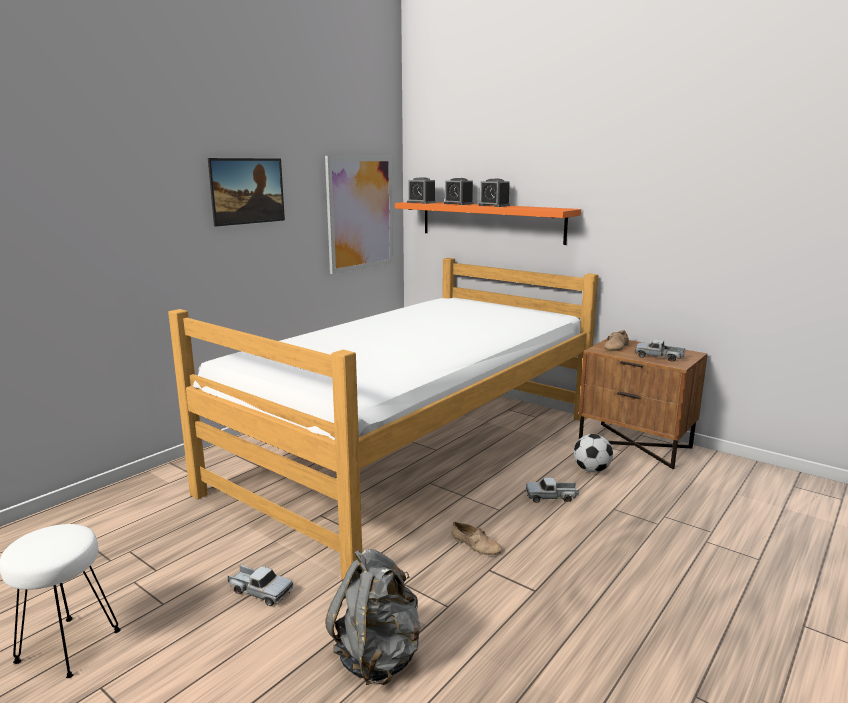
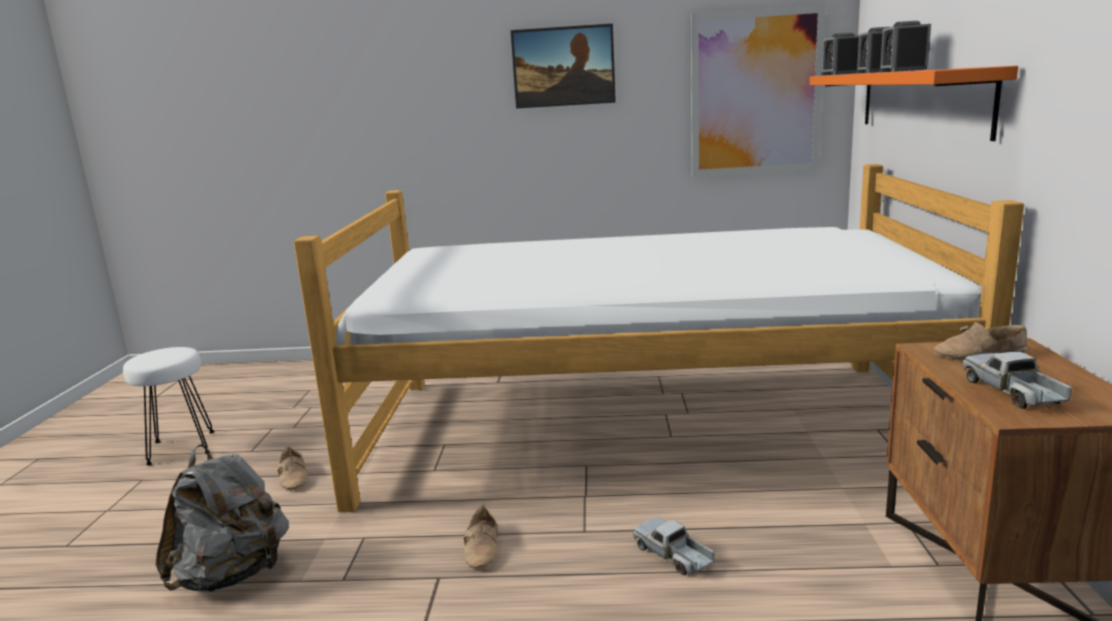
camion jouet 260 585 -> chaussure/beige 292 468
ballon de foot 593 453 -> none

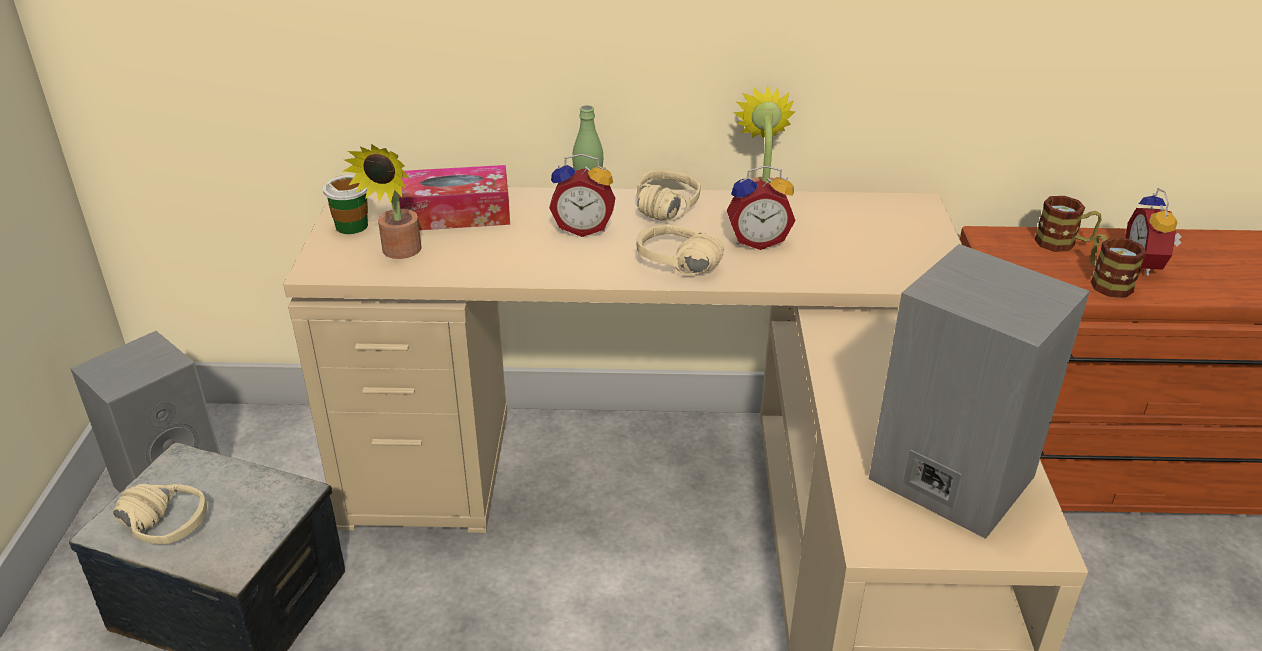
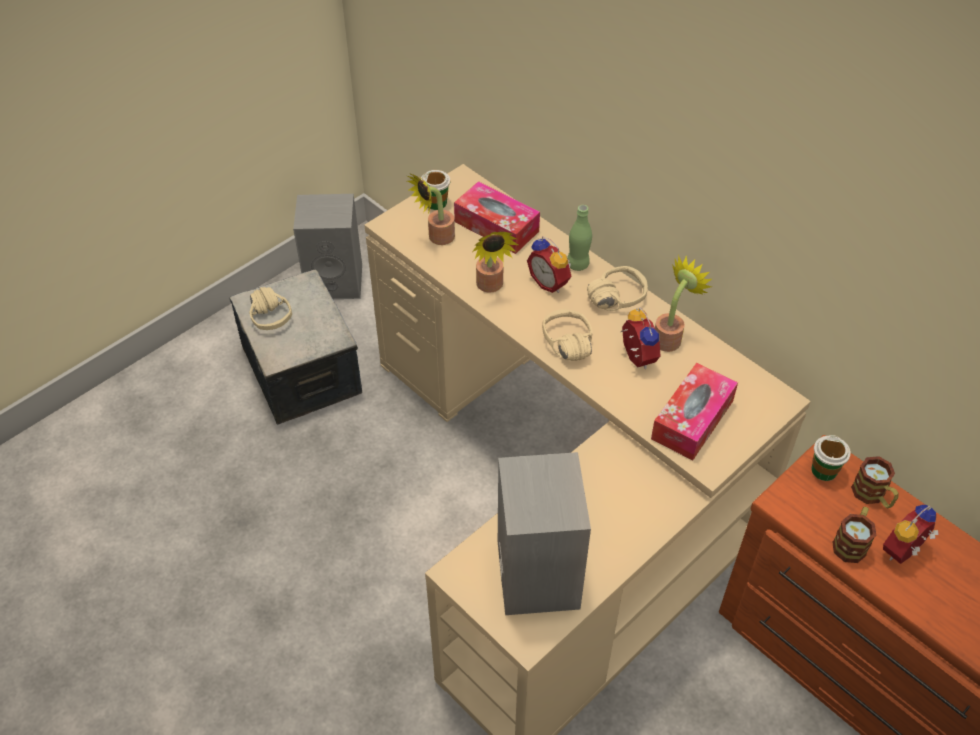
réveil 761 208 -> réveil 641 338, 150 degrees counterclockwise
none -> plante en pot 495 262
none -> boîte à mouchoirs 694 411
none -> tasse 831 458

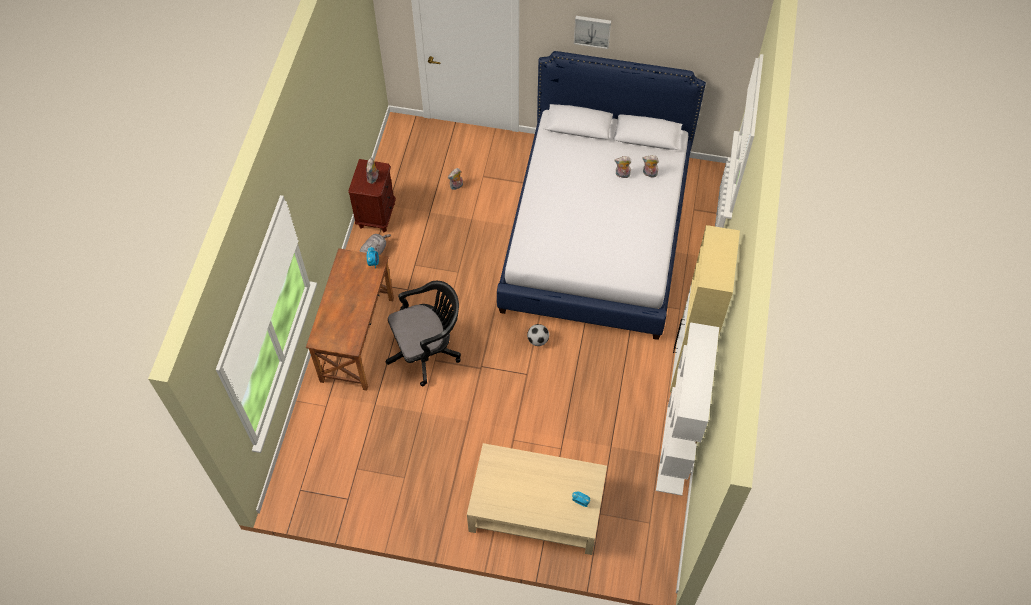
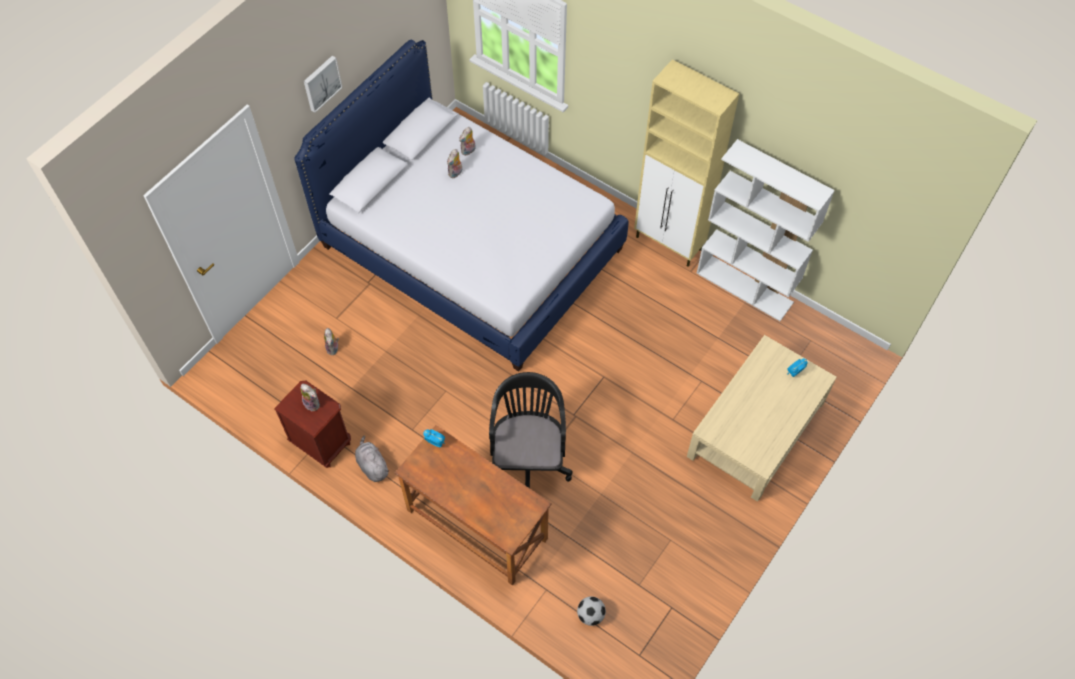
ballon de foot 538 335 -> ballon de foot 591 611, move

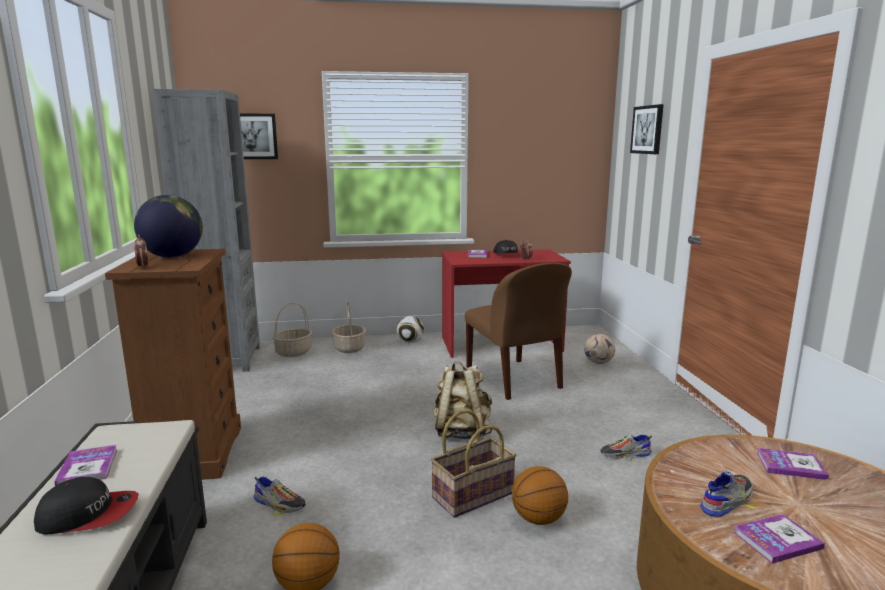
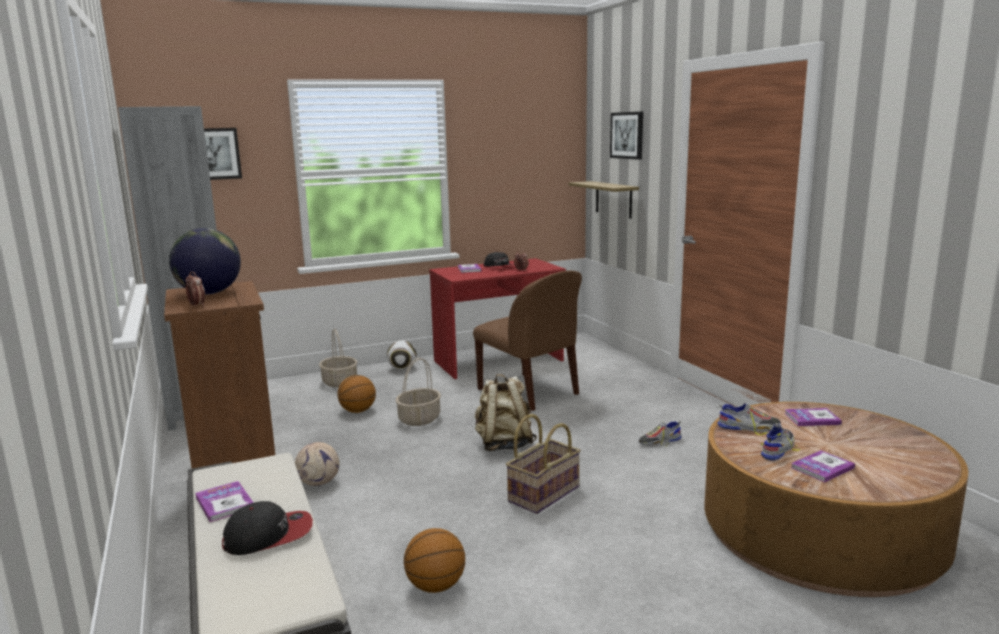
chaussure 280 496 -> chaussure 749 418, move
panier 292 330 -> panier 418 392, move
ballon de basket 540 495 -> ballon de basket 356 394, move
ballon de foot 599 349 -> ballon de foot 317 464, move
none -> étagère 604 200

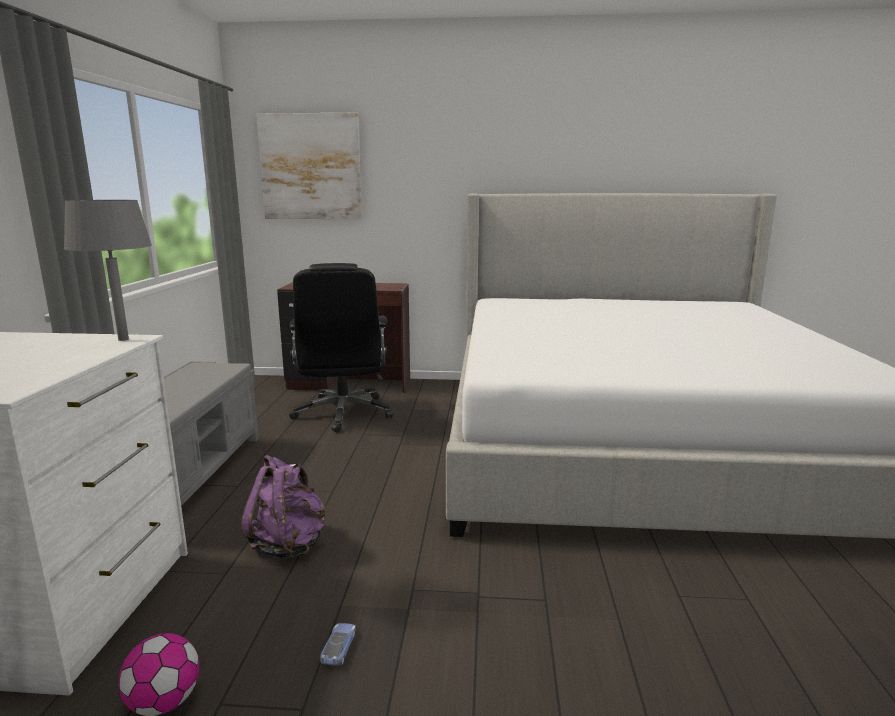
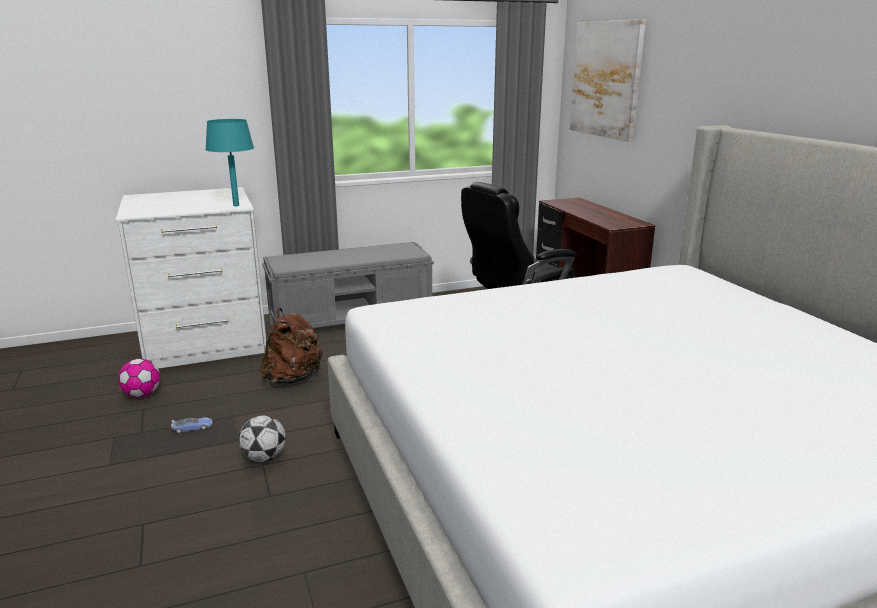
lampe de table/gris 108 270 -> lampe de table/turquoise 229 162
sac à dos/violet 283 506 -> sac à dos/marron 291 346
none -> ballon de foot 262 438

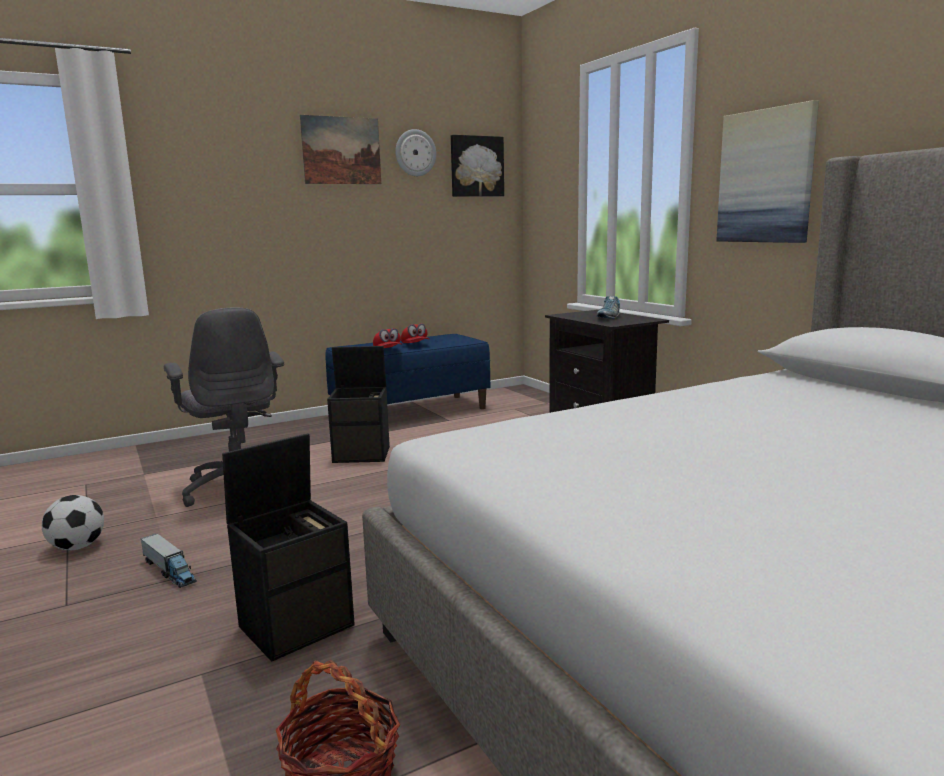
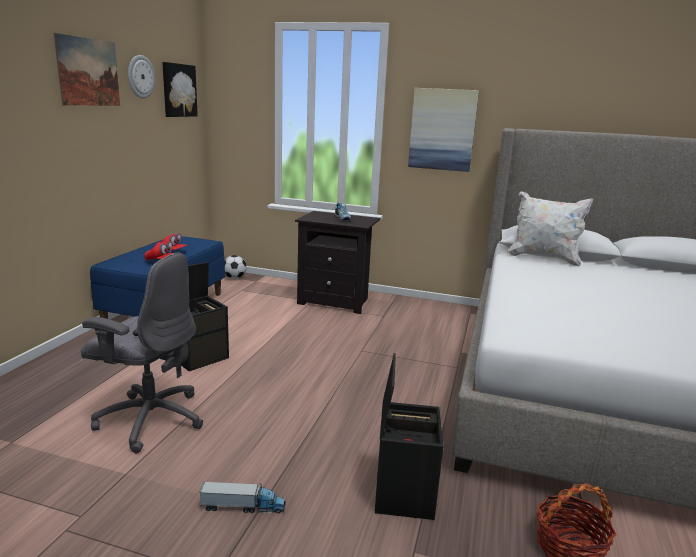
ballon de foot 73 522 -> ballon de foot 236 267, move
none -> coussin/blanc 550 229

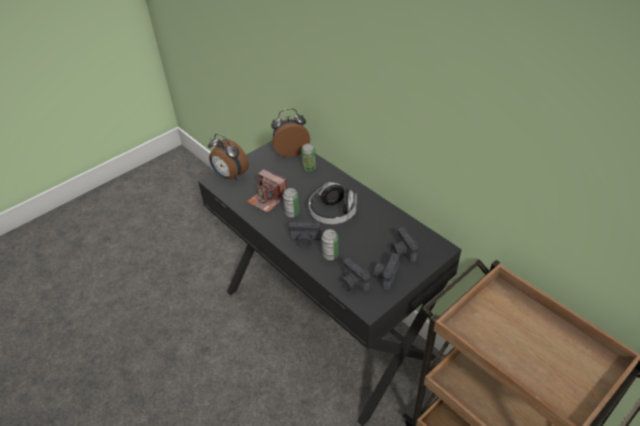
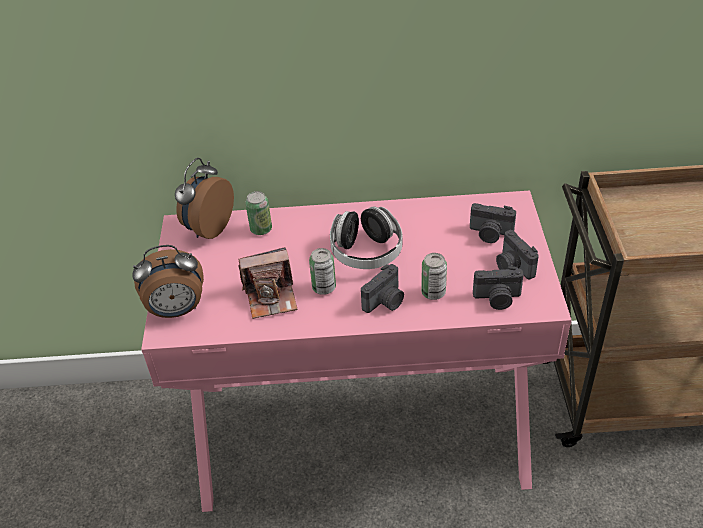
bureau/noir 330 283 -> bureau/rose 356 351

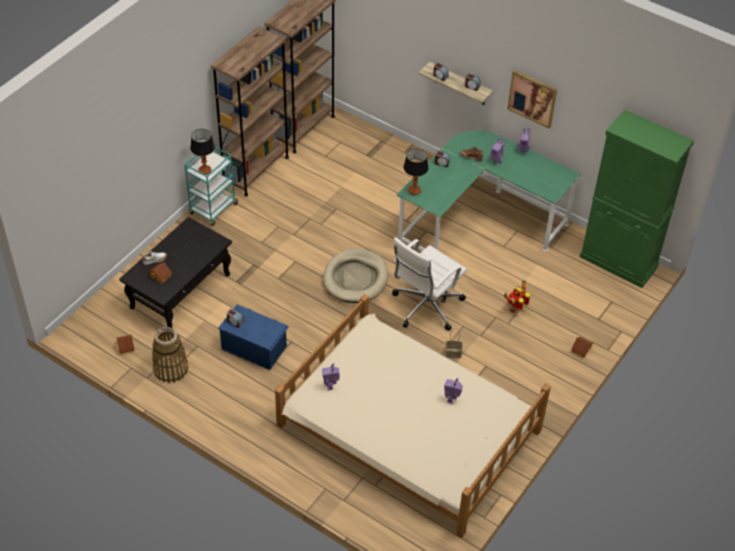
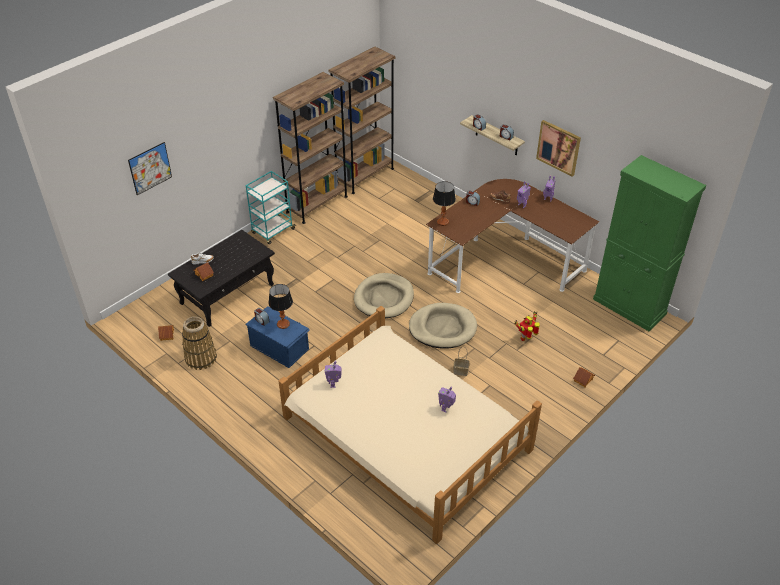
lampe de table 202 152 -> lampe de table 280 306, move
chaise de bureau/blanc 429 284 -> panier pour chien/beige 443 326
bureau/vert 489 190 -> bureau/marron 512 236
none -> tableau 150 168

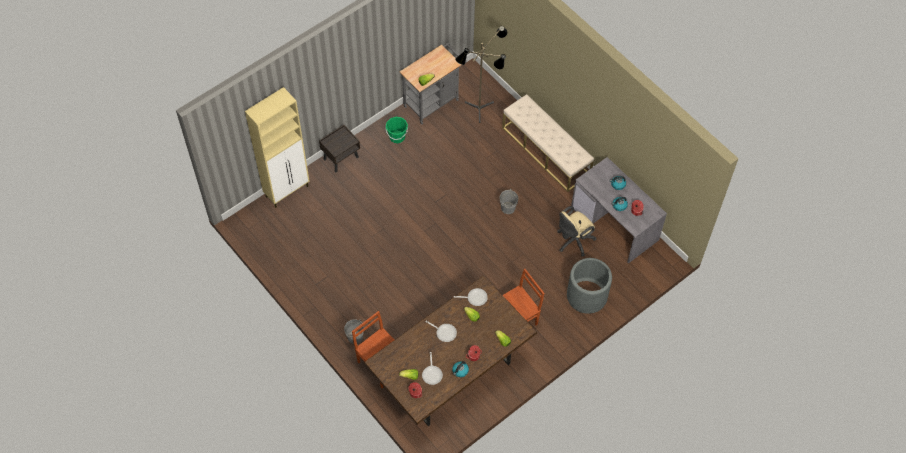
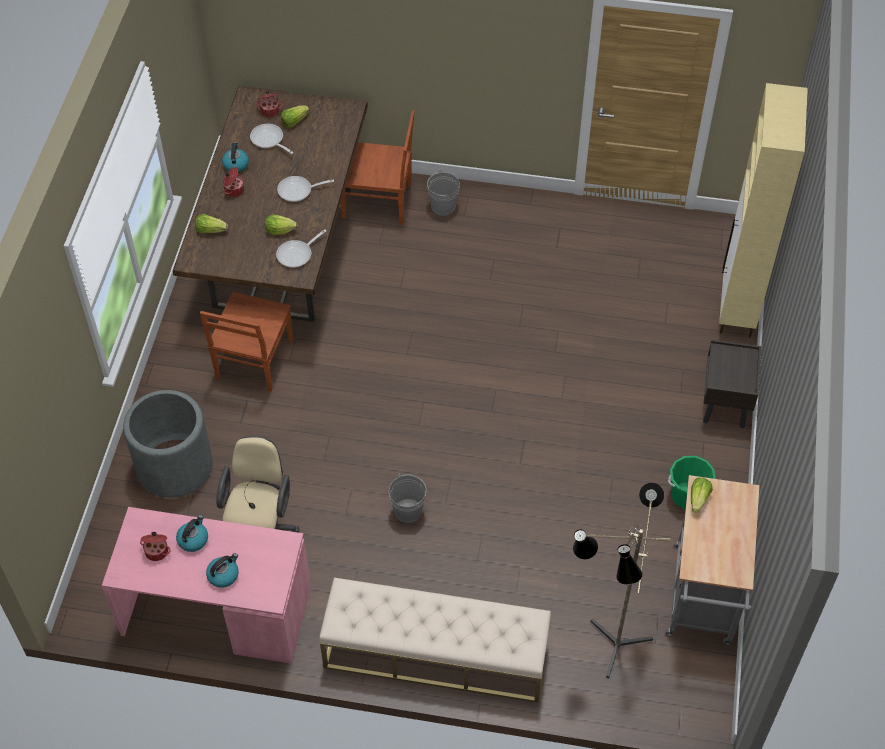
bureau/gris 619 210 -> bureau/rose 206 585

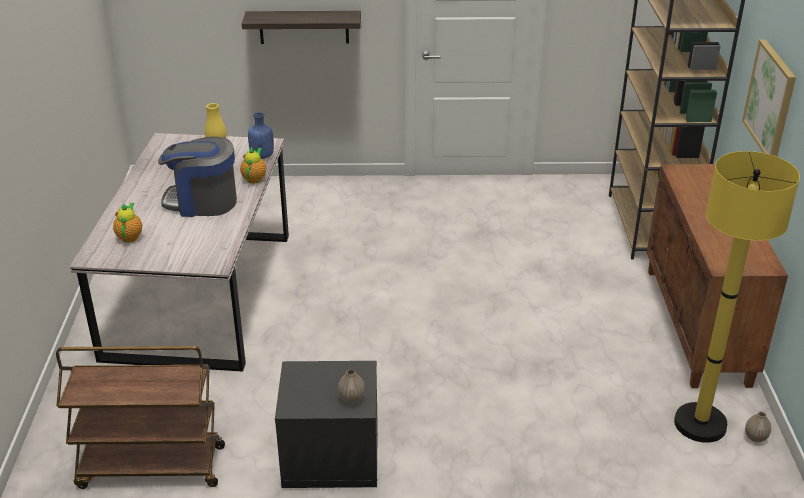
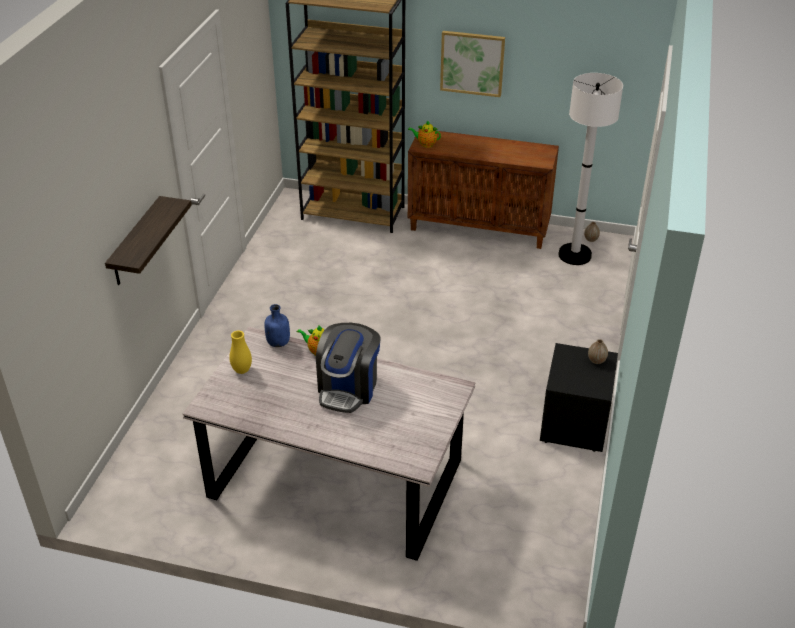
chariot/marron 140 417 -> none
théière 127 223 -> théière 424 133, move
lampadaire/jaune 737 297 -> lampadaire/blanc 590 169

